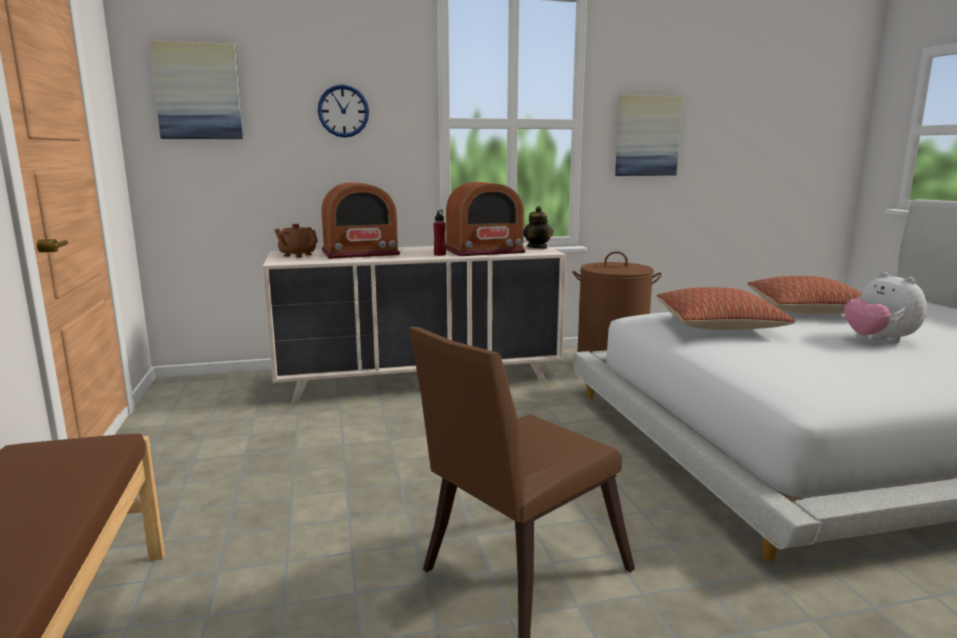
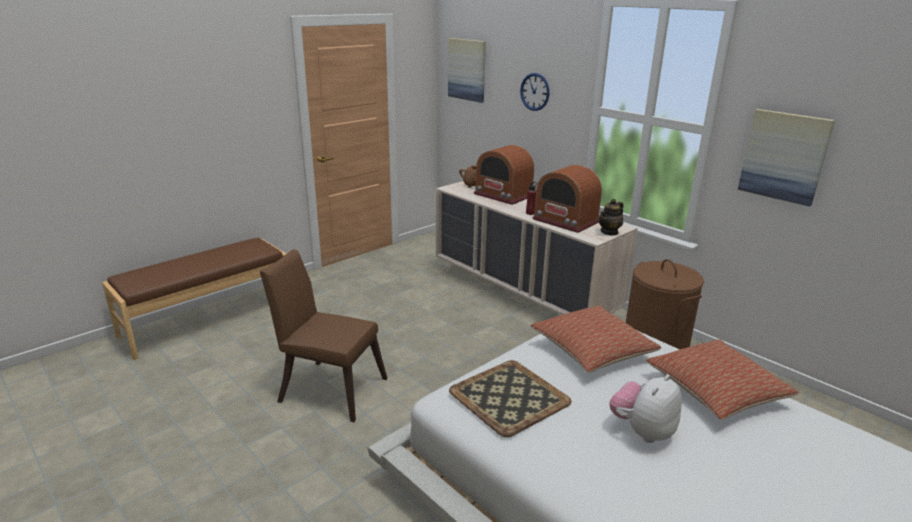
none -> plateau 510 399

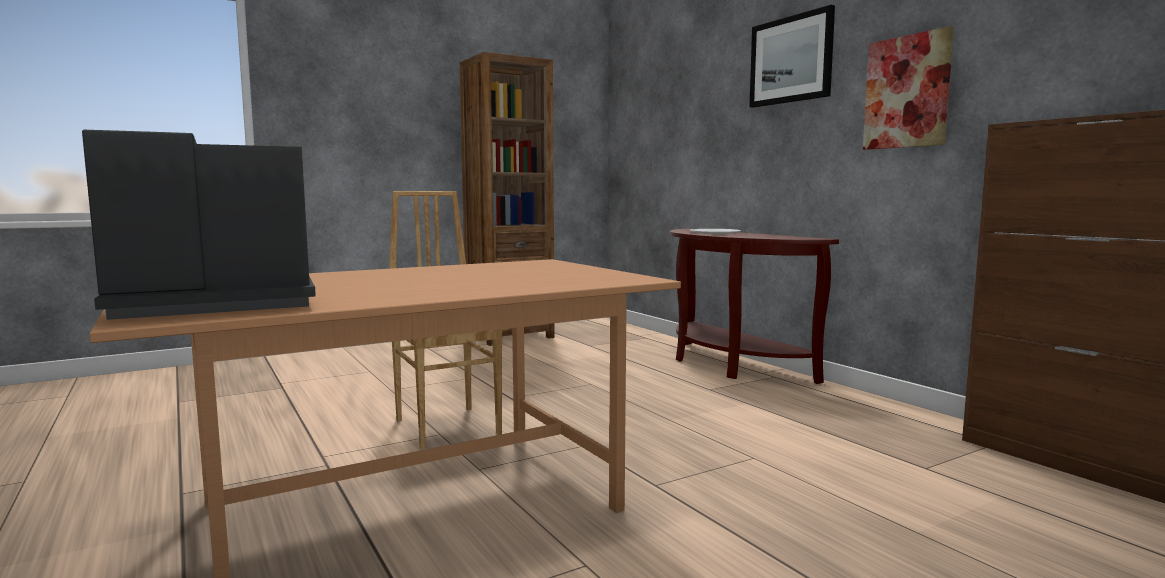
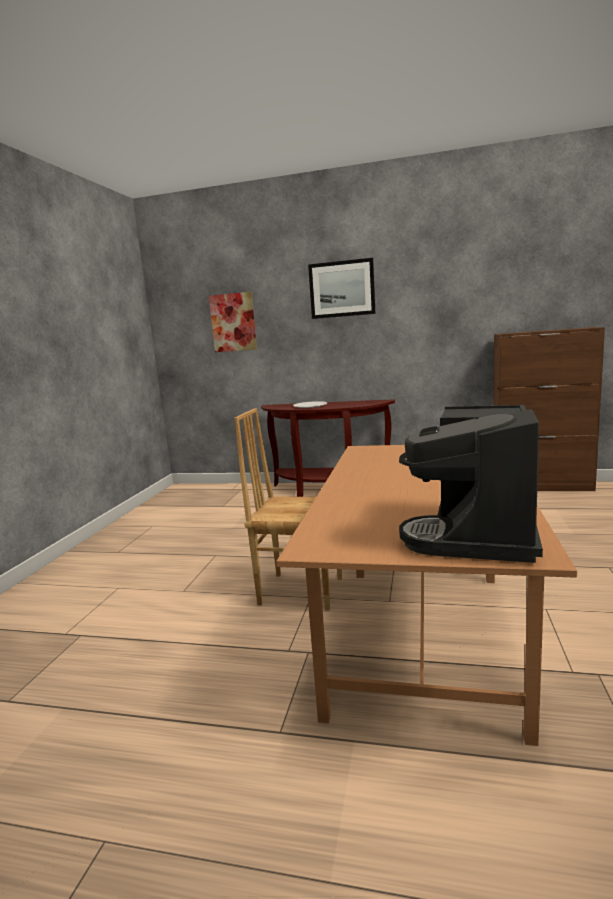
bibliothèque/marron 507 199 -> none
tableau 908 88 -> tableau 233 322, move

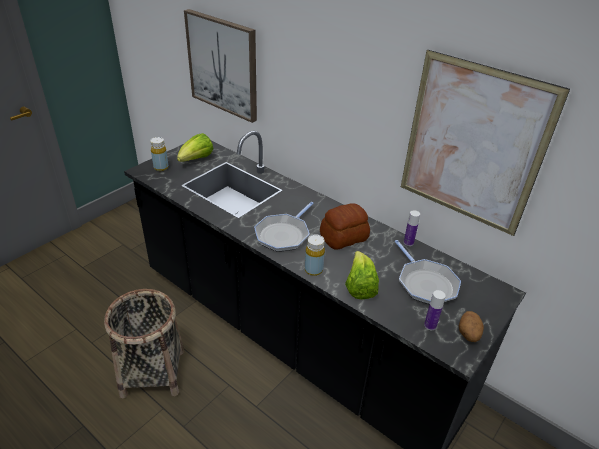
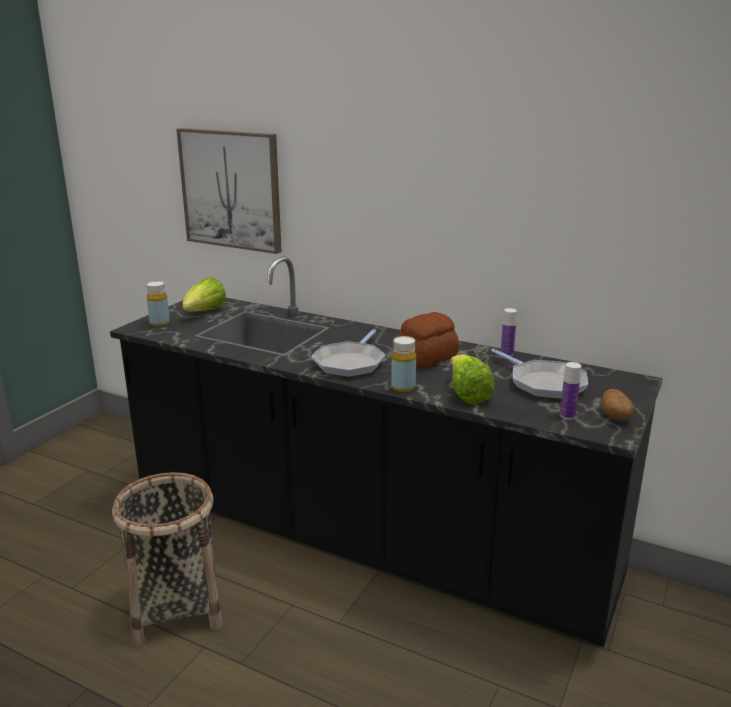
tableau 485 143 -> none

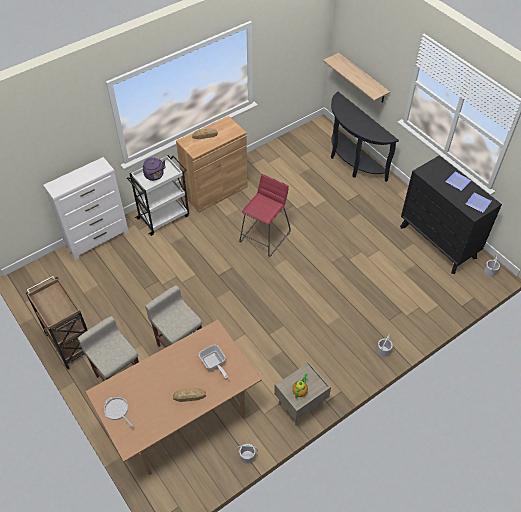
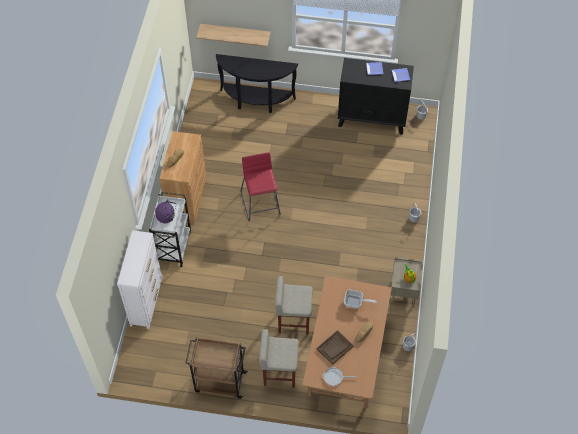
none -> plateau/marron 335 347

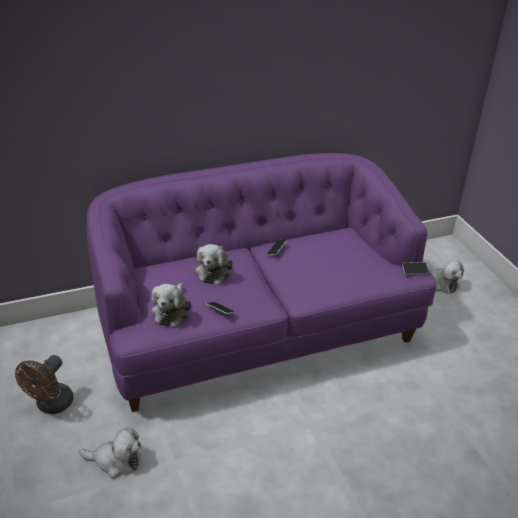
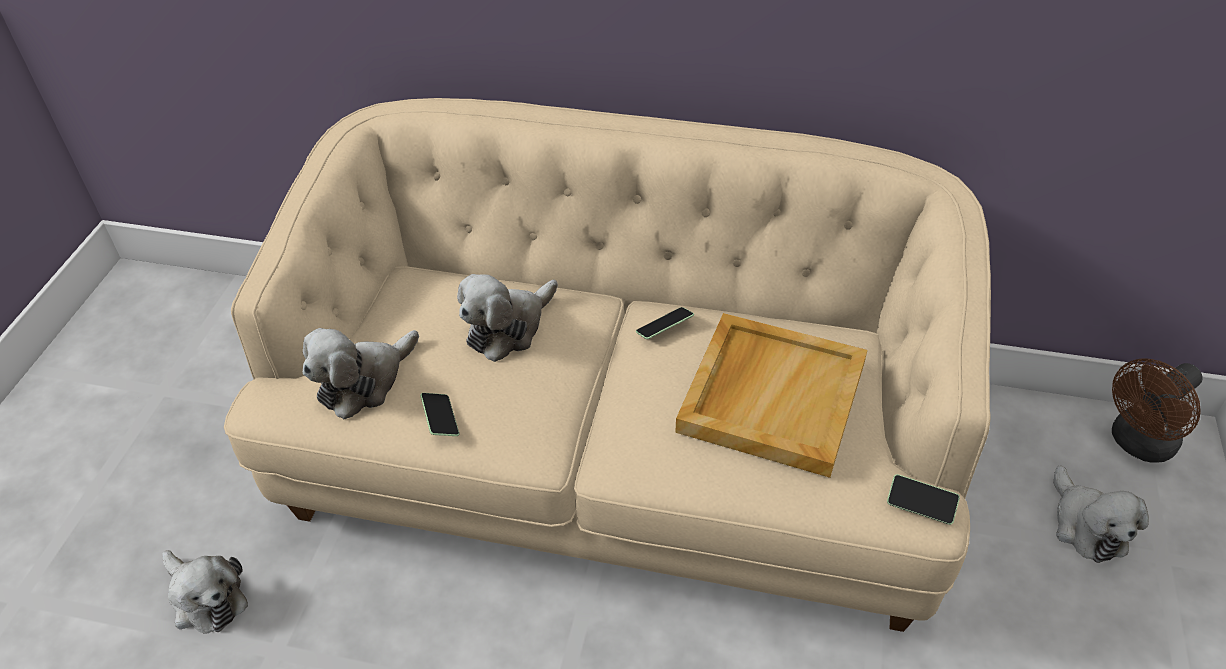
ventilateur/marron 44 384 -> ventilateur/marron 1157 410, move
canapé/violet 261 282 -> canapé/beige 607 365
none -> plateau/beige 771 395

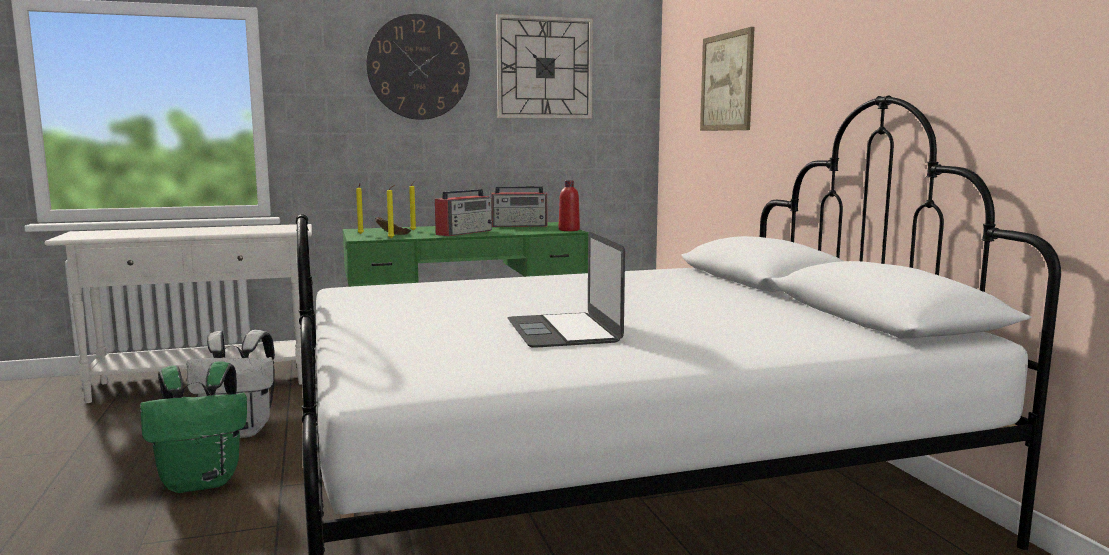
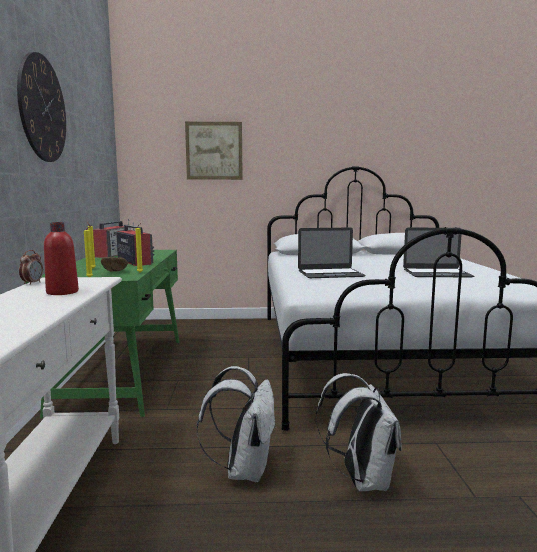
sac à dos/vert 193 427 -> sac à dos/blanc 359 432
horloge murale 544 66 -> none
bouteille/rouge 569 205 -> bouteille/rouge 61 258, move
none -> réveil 31 267
none -> ordinateur portable 332 253

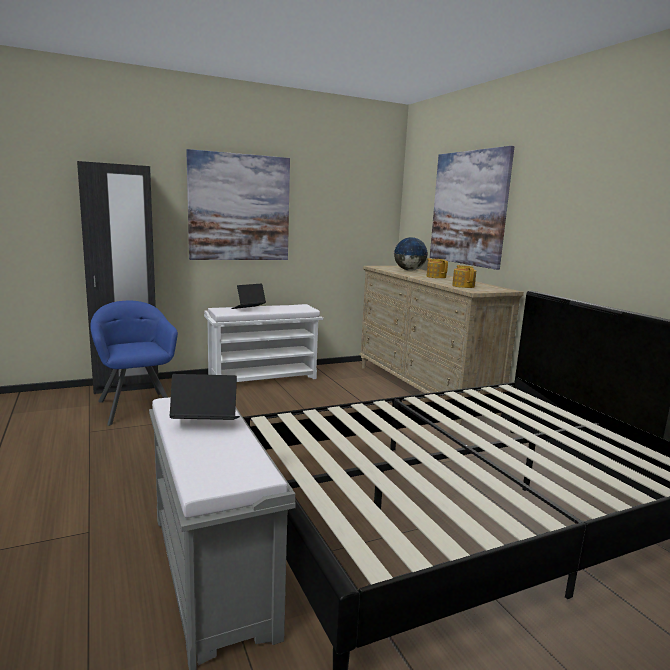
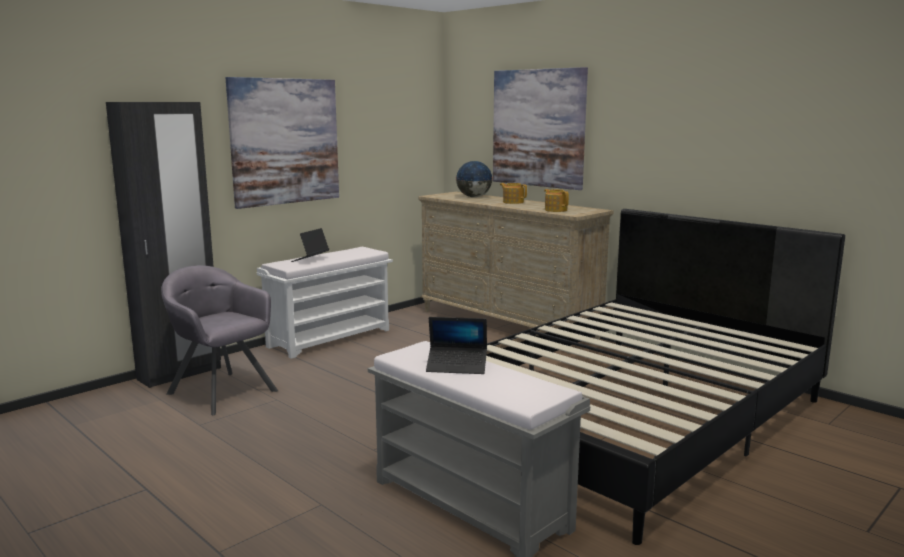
fauteuil/bleu 134 363 -> fauteuil/gris 219 340
ordinateur portable 204 397 -> ordinateur portable 456 345, 150 degrees counterclockwise

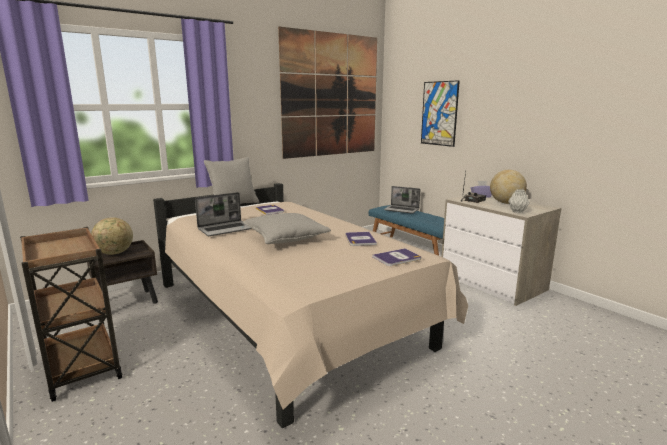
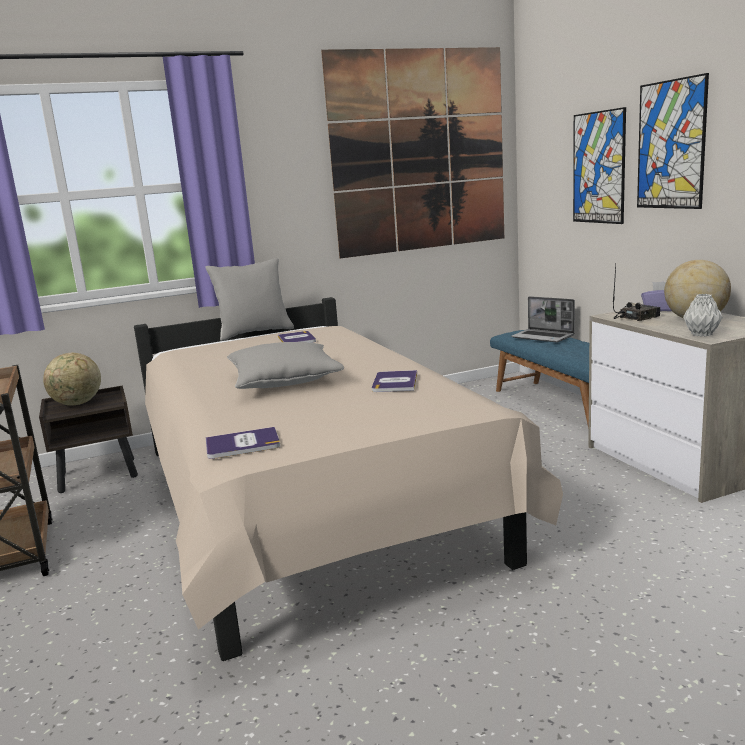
ordinateur portable 223 214 -> none
livre 396 257 -> livre 243 443, move
none -> tableau 673 141

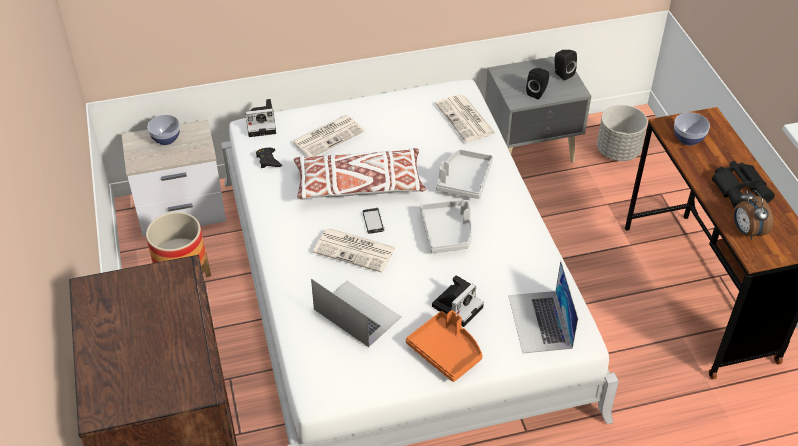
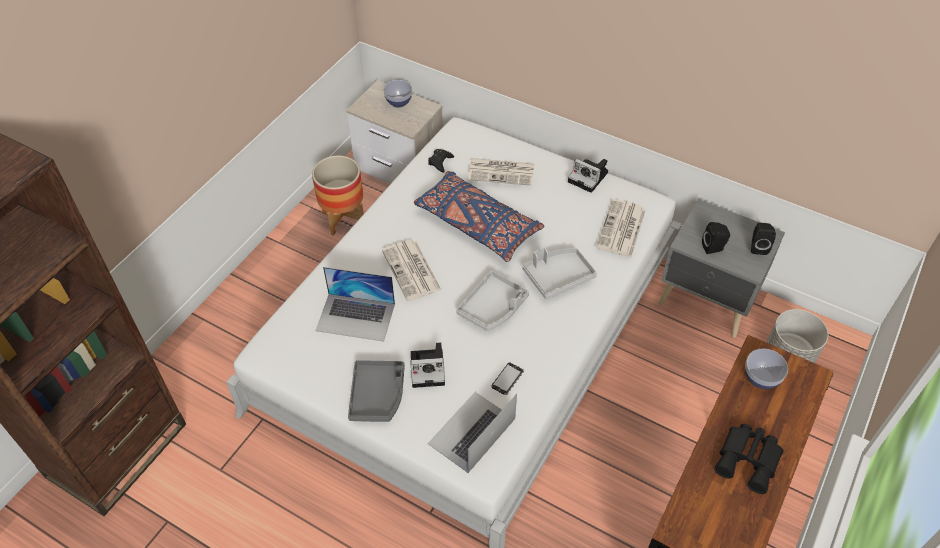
appareil photo 260 118 -> appareil photo 588 176, move
coussin/blanc 360 174 -> coussin/bleu 479 216
ordinateur portable 356 313 -> ordinateur portable 355 304, 105 degrees clockwise
téléphone 374 221 -> téléphone 507 378, move
plateau/orange 444 346 -> plateau/gris 376 391
réveil 753 215 -> none

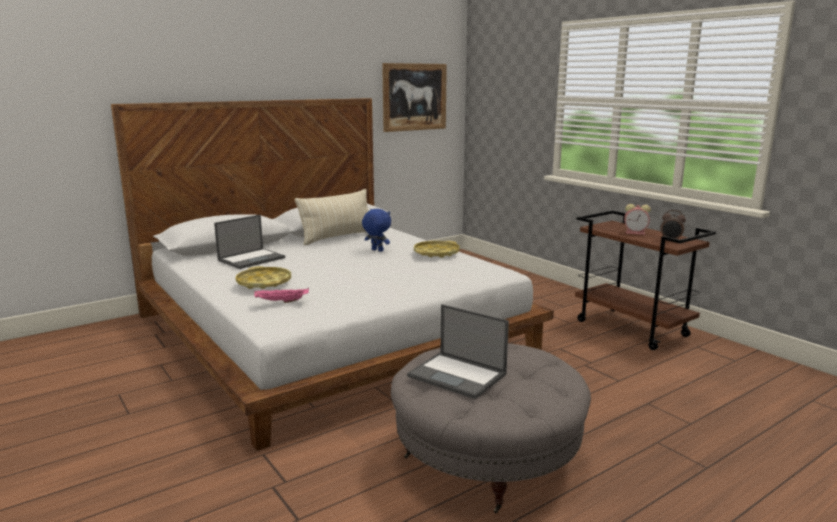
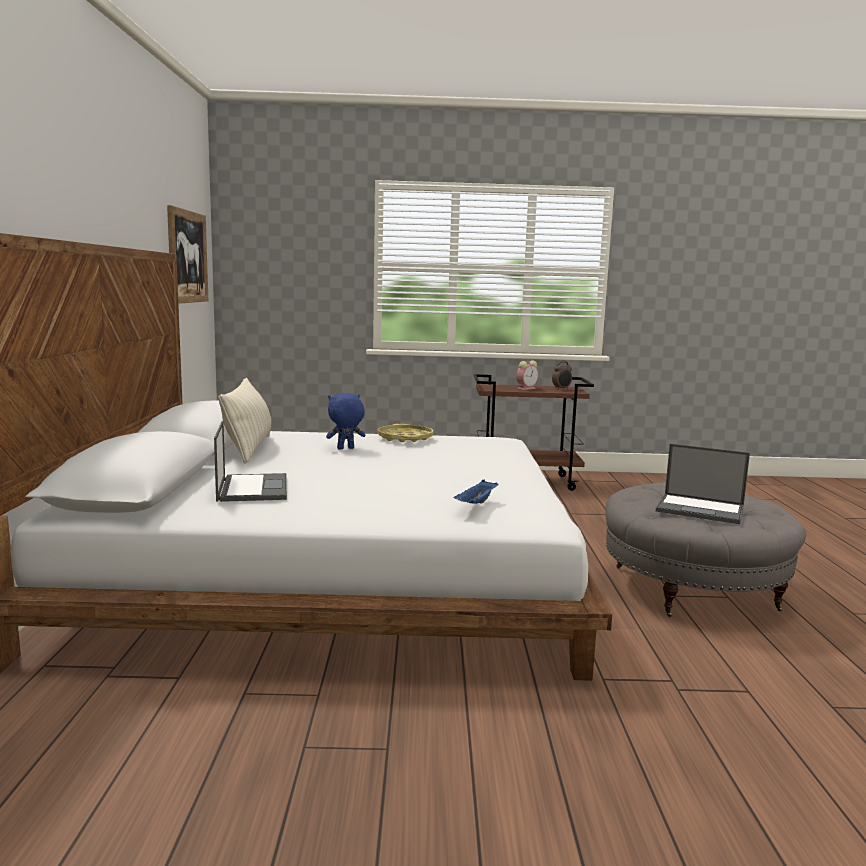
plateau/jaune 263 277 -> none
plateau/rose 281 295 -> plateau/bleu 476 491
ordinateur portable 458 351 -> ordinateur portable 703 484, 45 degrees clockwise

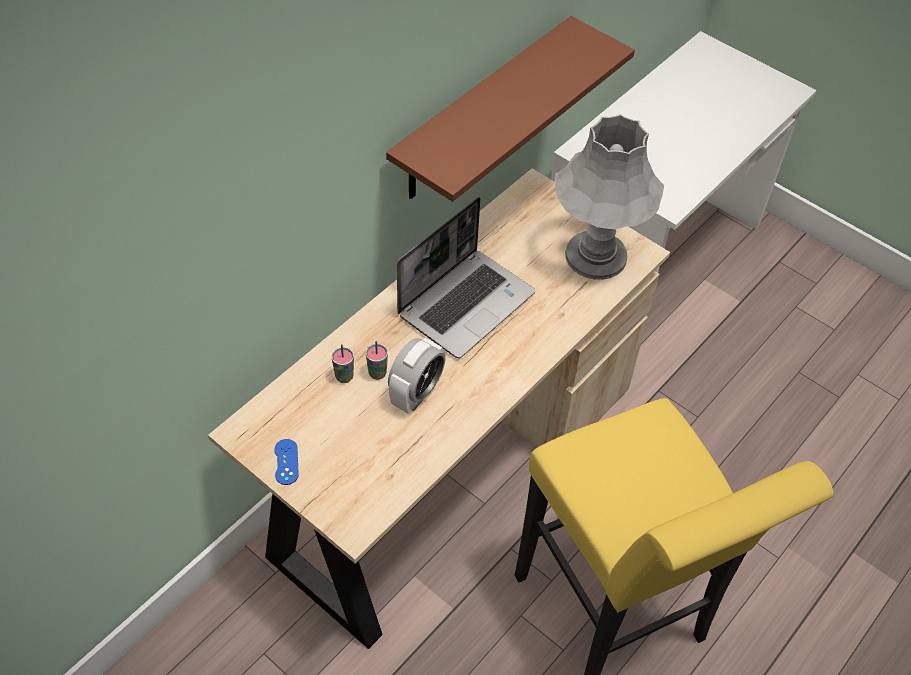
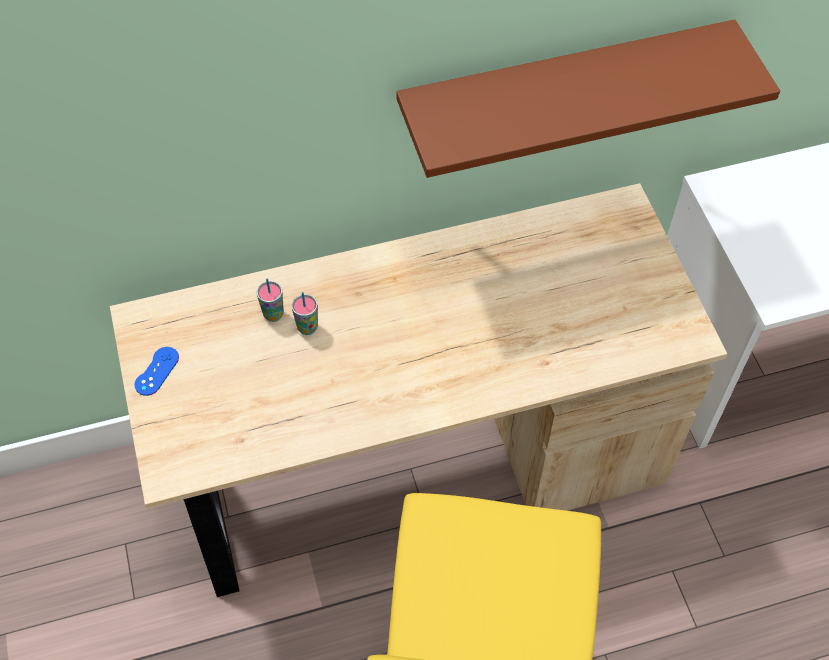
réveil 416 376 -> none
ordinateur portable 466 277 -> none
lampe de table/gris 609 197 -> none

